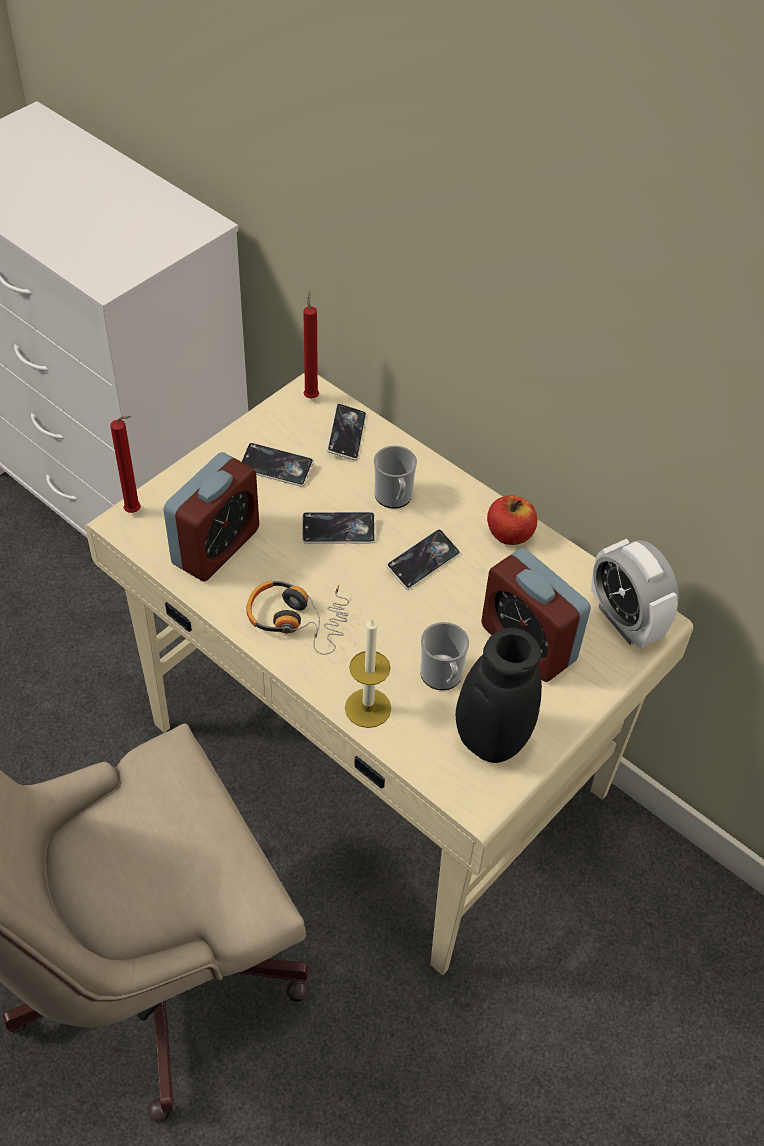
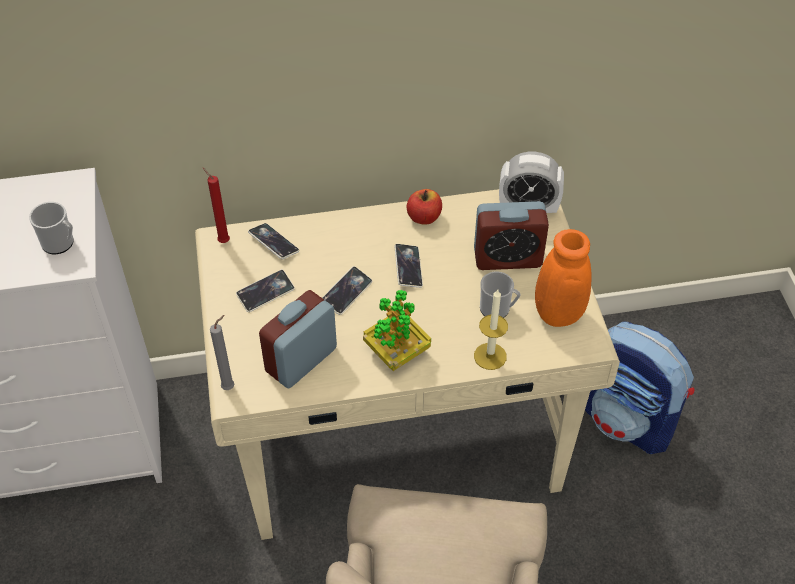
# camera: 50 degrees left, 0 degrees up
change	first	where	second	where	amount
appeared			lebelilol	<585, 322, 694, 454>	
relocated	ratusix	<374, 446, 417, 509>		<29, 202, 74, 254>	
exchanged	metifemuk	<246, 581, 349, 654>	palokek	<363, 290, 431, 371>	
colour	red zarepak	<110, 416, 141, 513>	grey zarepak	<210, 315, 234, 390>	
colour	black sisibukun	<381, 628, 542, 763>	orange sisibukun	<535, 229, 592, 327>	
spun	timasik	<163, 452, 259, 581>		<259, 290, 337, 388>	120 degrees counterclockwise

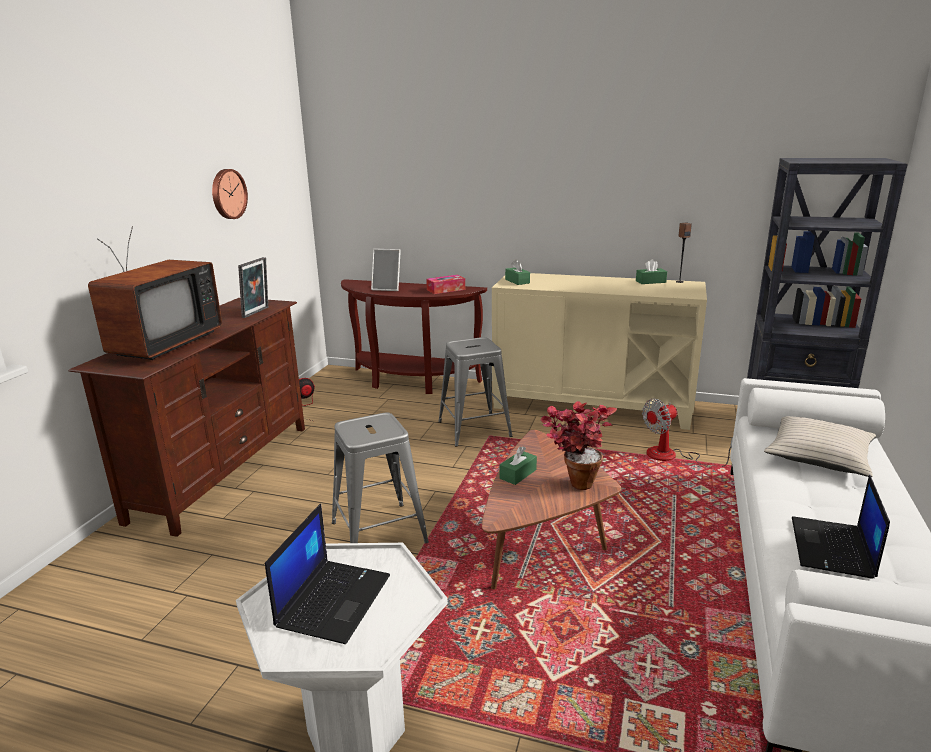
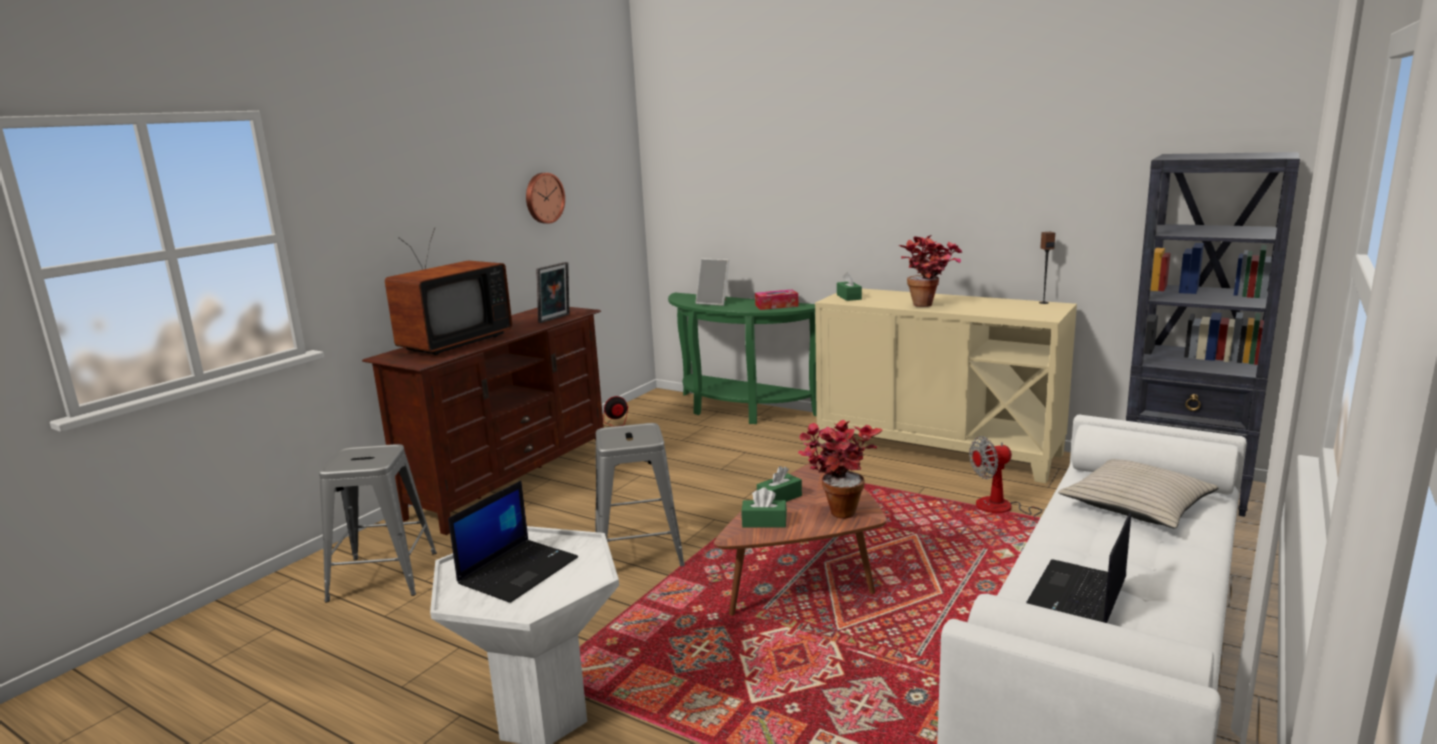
# camera: 15 degrees right, 5 degrees down
change	first	where	second	where	amount
appeared			palokek	<899, 235, 962, 307>	
relocated	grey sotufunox	<438, 337, 512, 447>		<319, 444, 437, 602>	
relocated	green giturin	<636, 259, 667, 284>		<741, 487, 787, 528>	
colour	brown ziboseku	<341, 279, 487, 394>	green ziboseku	<668, 293, 817, 424>	

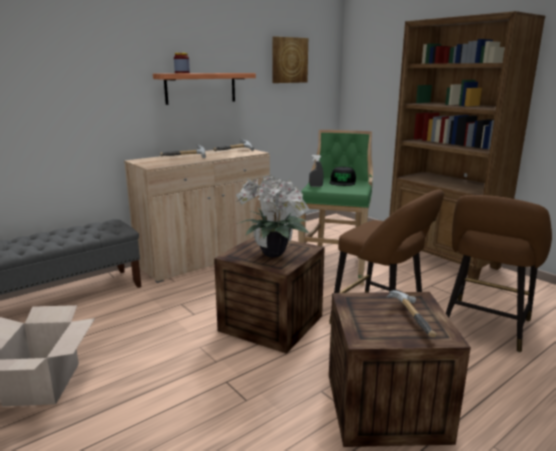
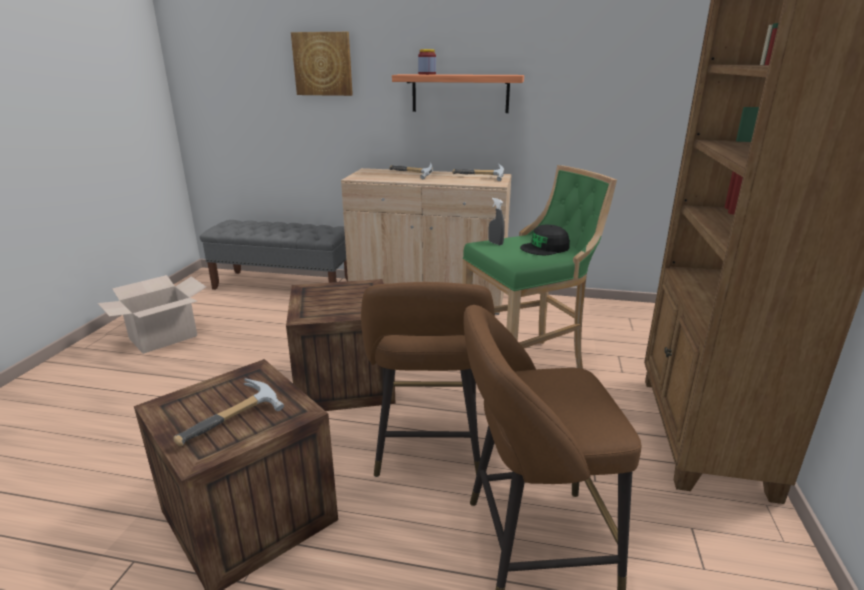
# camera: 50 degrees right, 5 degrees up
change	first	where	second	where	amount
missing	palokek	<236, 175, 310, 258>			
relocated	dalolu	<272, 36, 308, 83>		<291, 32, 353, 96>	

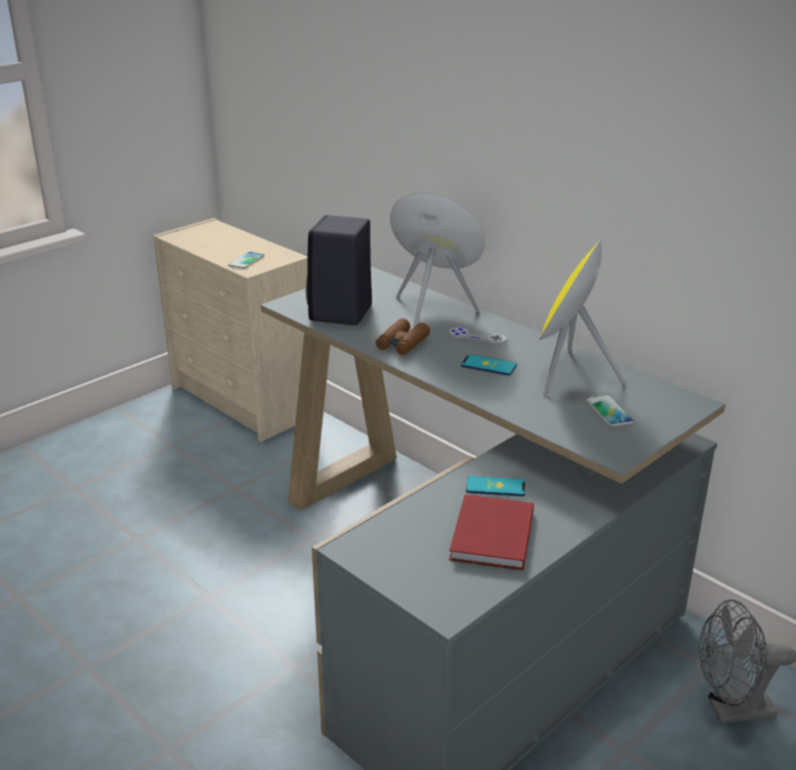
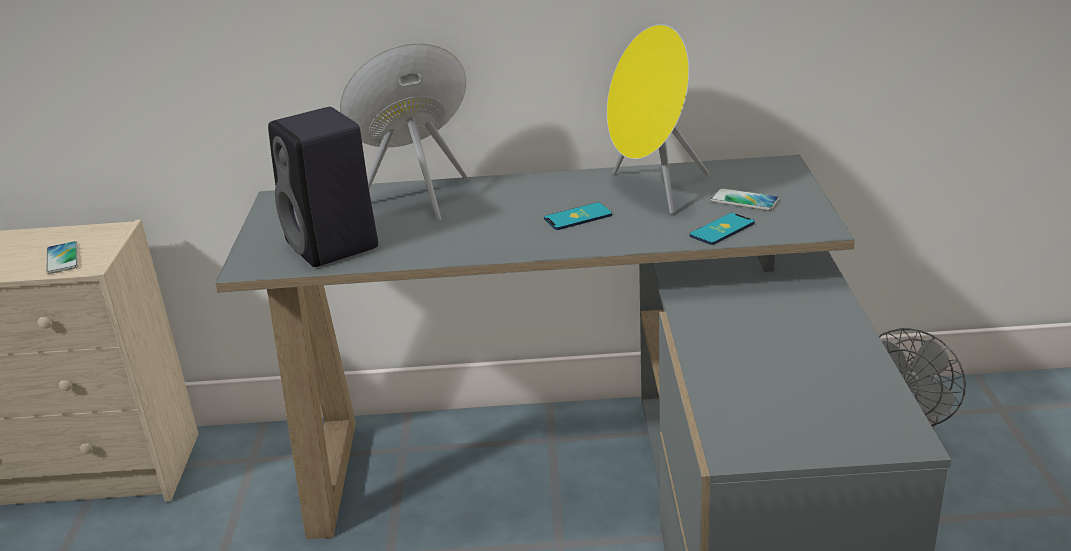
# camera: 45 degrees left, 0 degrees up
change	first	where	second	where	amount
missing	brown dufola	<376, 318, 430, 355>			
missing	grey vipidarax	<449, 327, 507, 345>			
missing	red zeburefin	<449, 495, 534, 570>			
relocated	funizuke	<466, 476, 525, 496>		<689, 213, 755, 245>	

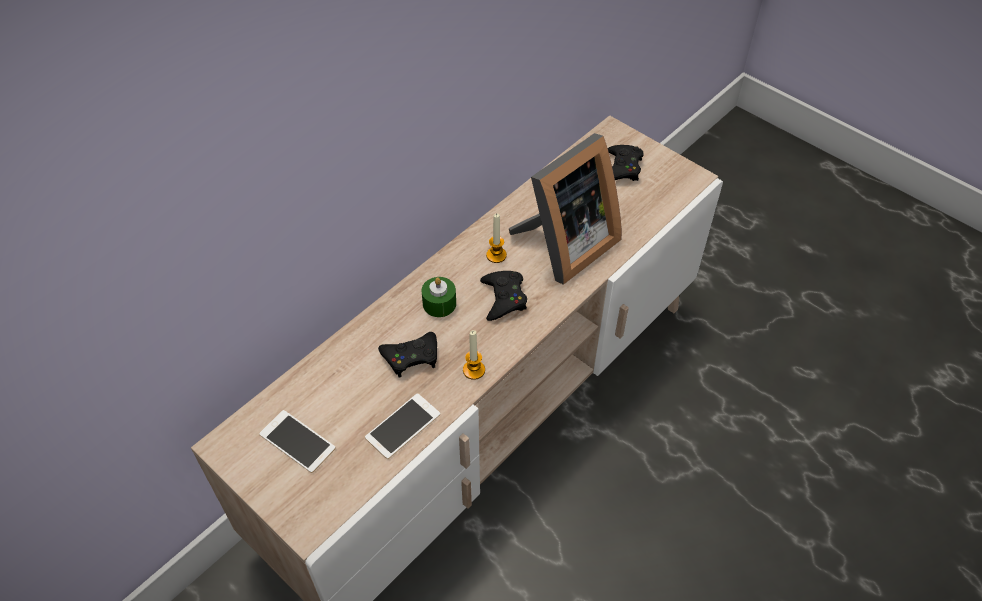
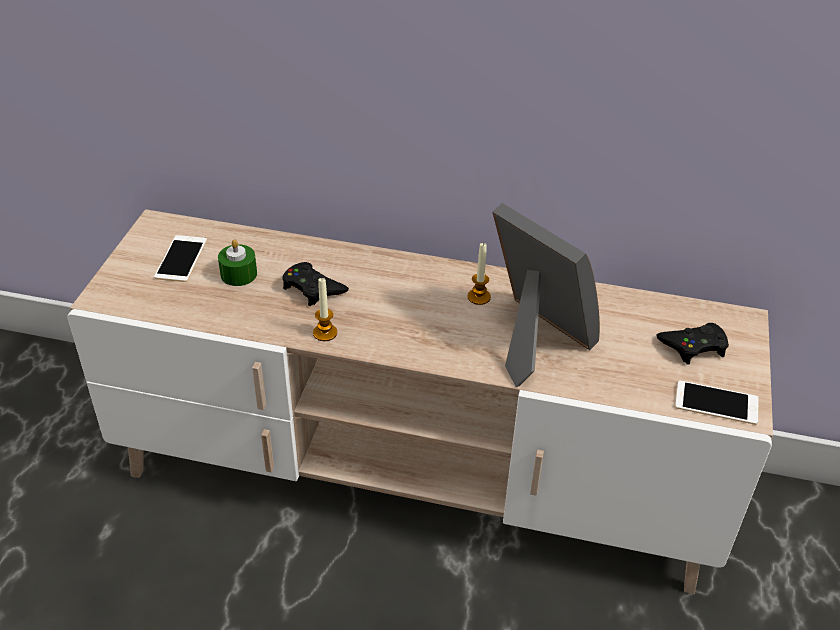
# camera: 60 degrees right, 10 degrees down
change	first	where	second	where	amount
missing	black vipidarax	<480, 271, 527, 321>			
relocated	funizuke	<365, 393, 440, 459>		<675, 380, 759, 425>	
relocated	green zarepak	<421, 277, 456, 317>		<218, 239, 257, 286>	
spun	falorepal	<509, 133, 622, 285>		<492, 203, 600, 387>	150 degrees counterclockwise

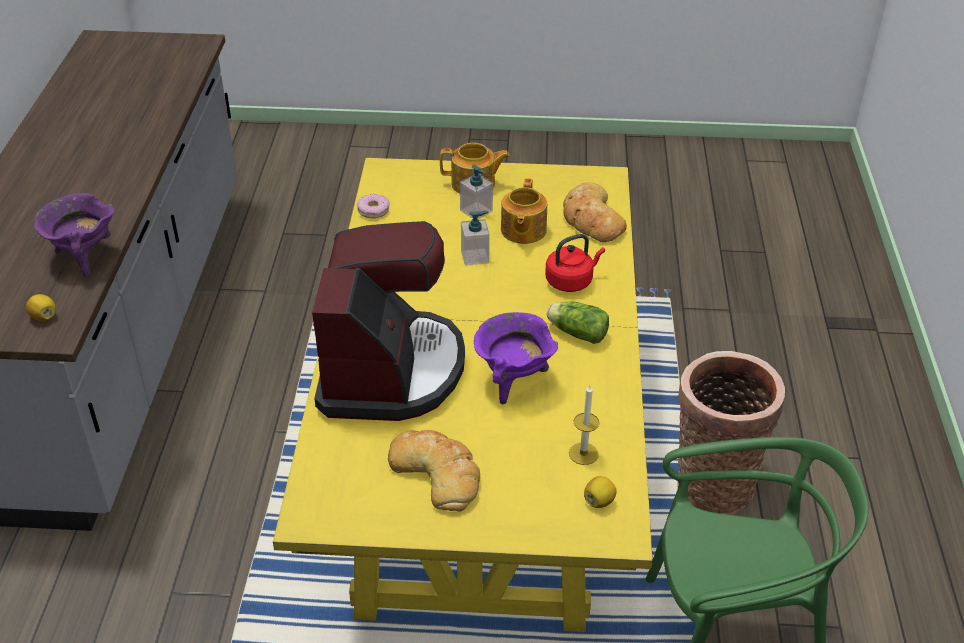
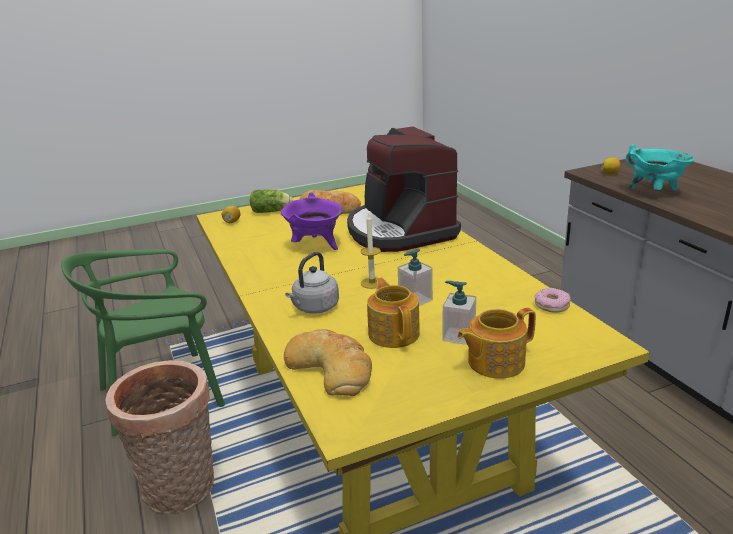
# camera: 155 degrees right, 15 degrees down
change	first	where	second	where	amount
relocated	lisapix	<547, 301, 609, 344>		<250, 190, 293, 213>	
relocated	zarepak	<569, 385, 599, 465>		<361, 214, 381, 289>	
colour	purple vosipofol	<34, 193, 115, 277>	turquoise vosipofol	<626, 144, 695, 191>	
colour	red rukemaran	<545, 234, 605, 292>	grey rukemaran	<285, 252, 339, 314>	

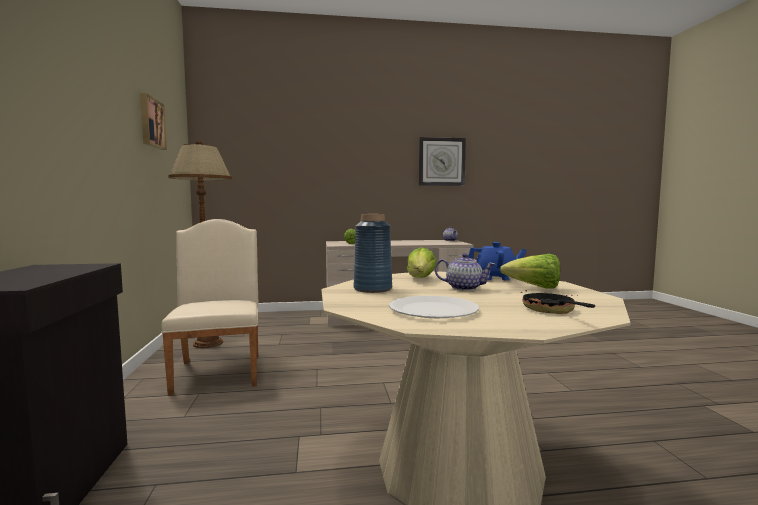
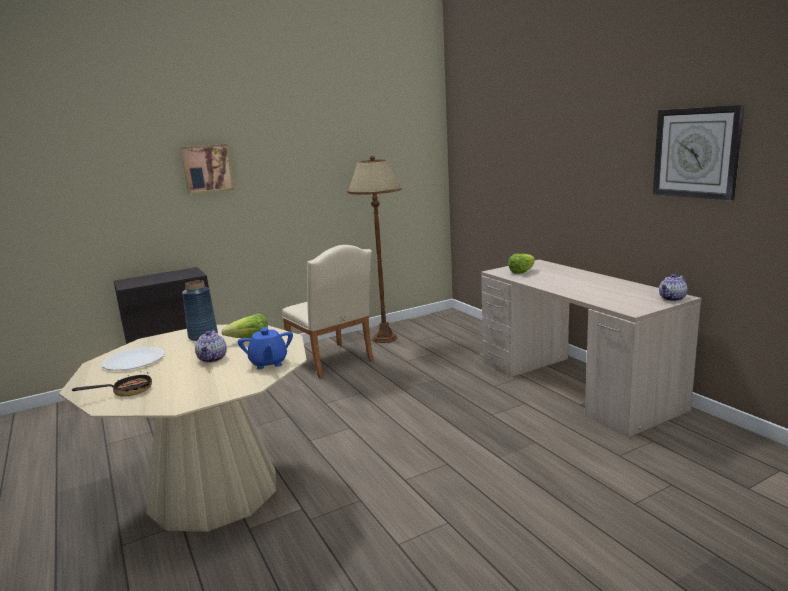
# camera: 70 degrees right, 10 degrees up
change	first	where	second	where	amount
missing	lisapix	<500, 254, 560, 289>			
relocated	dalolu	<140, 93, 167, 150>		<180, 144, 234, 194>	
spun	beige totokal	<161, 219, 258, 396>		<282, 245, 374, 379>	90 degrees clockwise

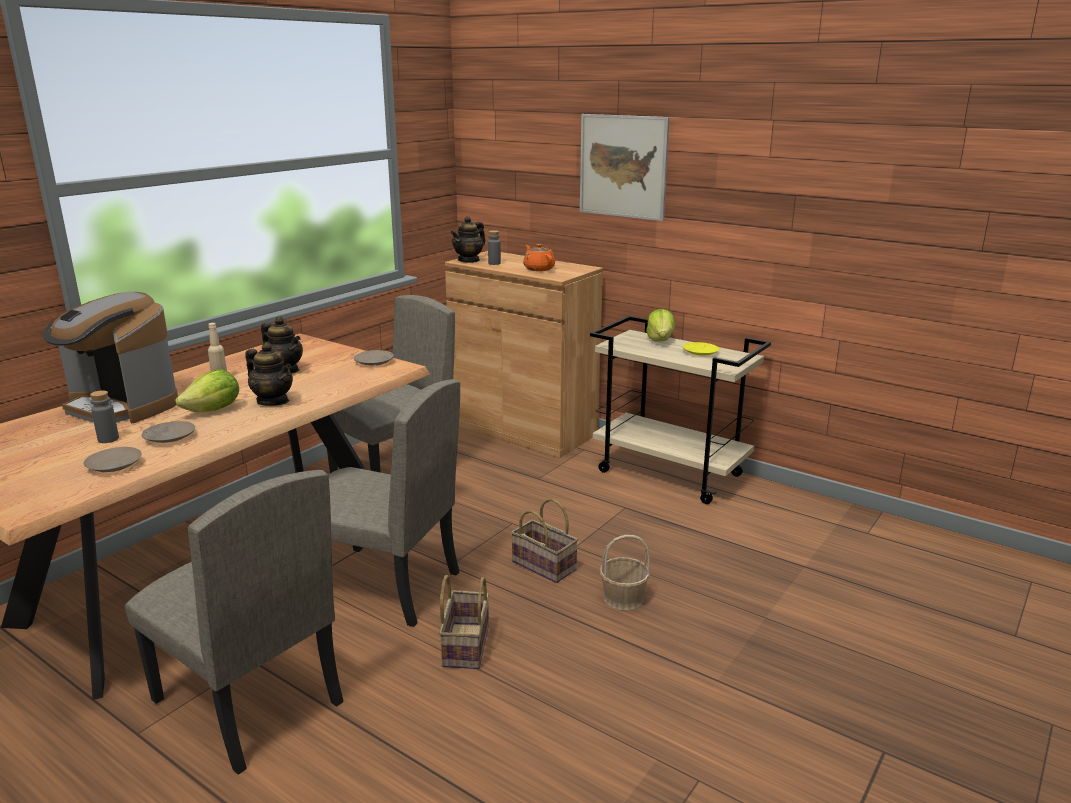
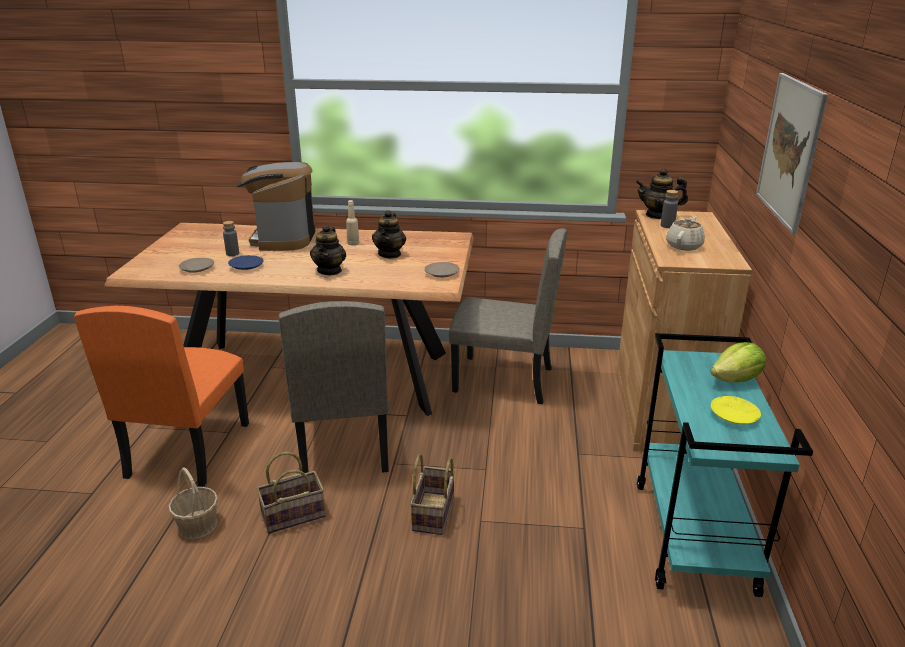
# camera: 60 degrees right, 5 degrees up
change	first	where	second	where	amount
missing	lisapix	<175, 370, 239, 412>			
relocated	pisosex	<600, 535, 650, 610>		<168, 467, 218, 539>	
colour	beige totokal	<125, 470, 344, 775>	orange totokal	<74, 306, 249, 487>	
colour	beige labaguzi	<142, 421, 195, 443>	blue labaguzi	<228, 255, 264, 270>	
colour	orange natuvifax	<523, 244, 555, 271>	beige natuvifax	<666, 216, 705, 250>	
colour	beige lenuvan	<590, 316, 771, 504>	turquoise lenuvan	<637, 333, 813, 597>	

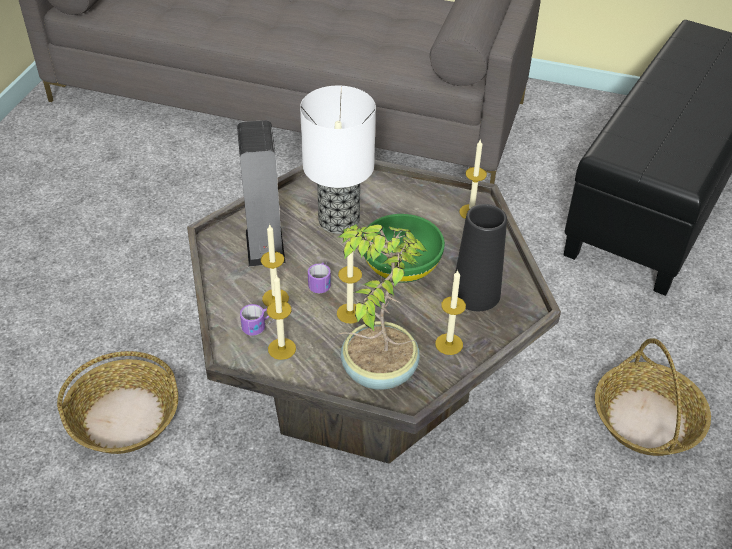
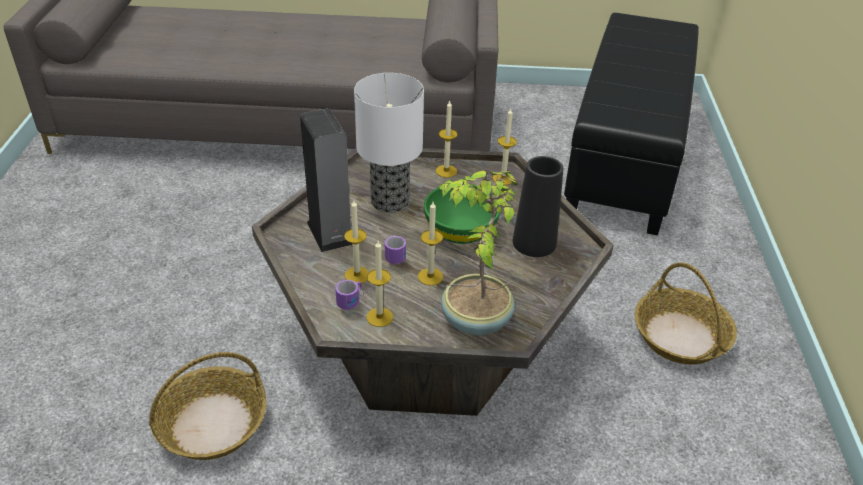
# camera: 15 degrees left, 5 degrees down
change	first	where	second	where	amount
relocated	zarepak	<435, 270, 466, 355>		<436, 100, 458, 178>	

